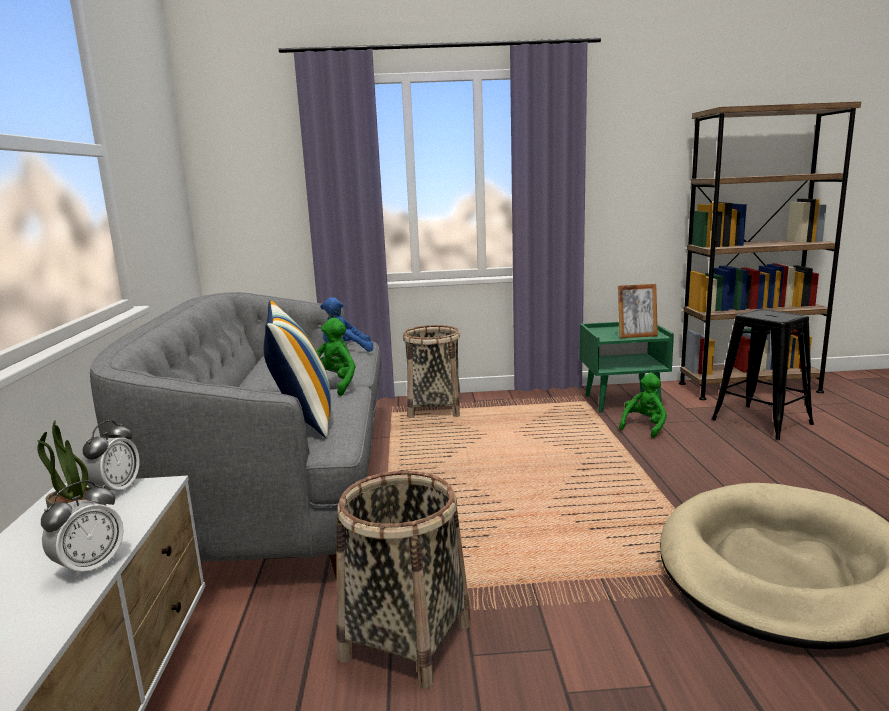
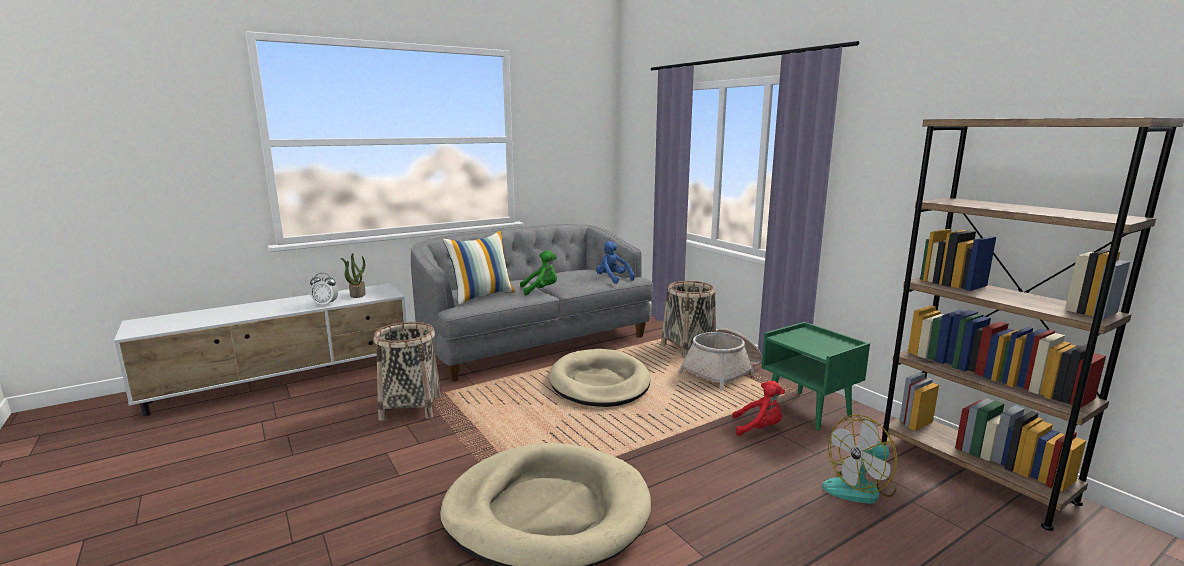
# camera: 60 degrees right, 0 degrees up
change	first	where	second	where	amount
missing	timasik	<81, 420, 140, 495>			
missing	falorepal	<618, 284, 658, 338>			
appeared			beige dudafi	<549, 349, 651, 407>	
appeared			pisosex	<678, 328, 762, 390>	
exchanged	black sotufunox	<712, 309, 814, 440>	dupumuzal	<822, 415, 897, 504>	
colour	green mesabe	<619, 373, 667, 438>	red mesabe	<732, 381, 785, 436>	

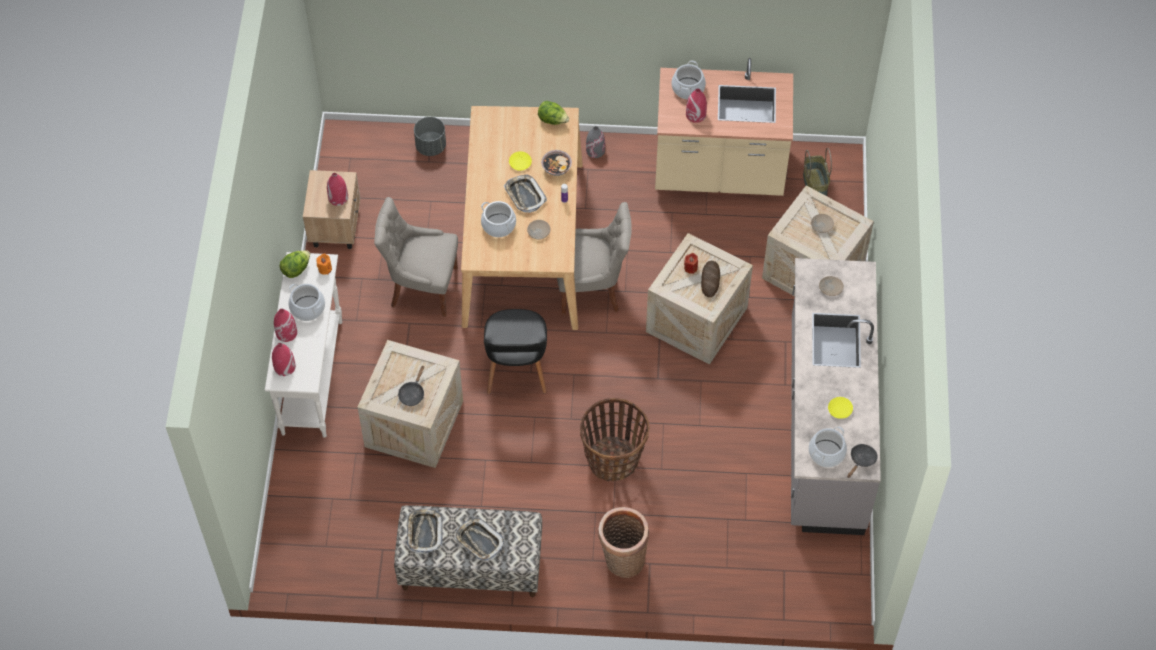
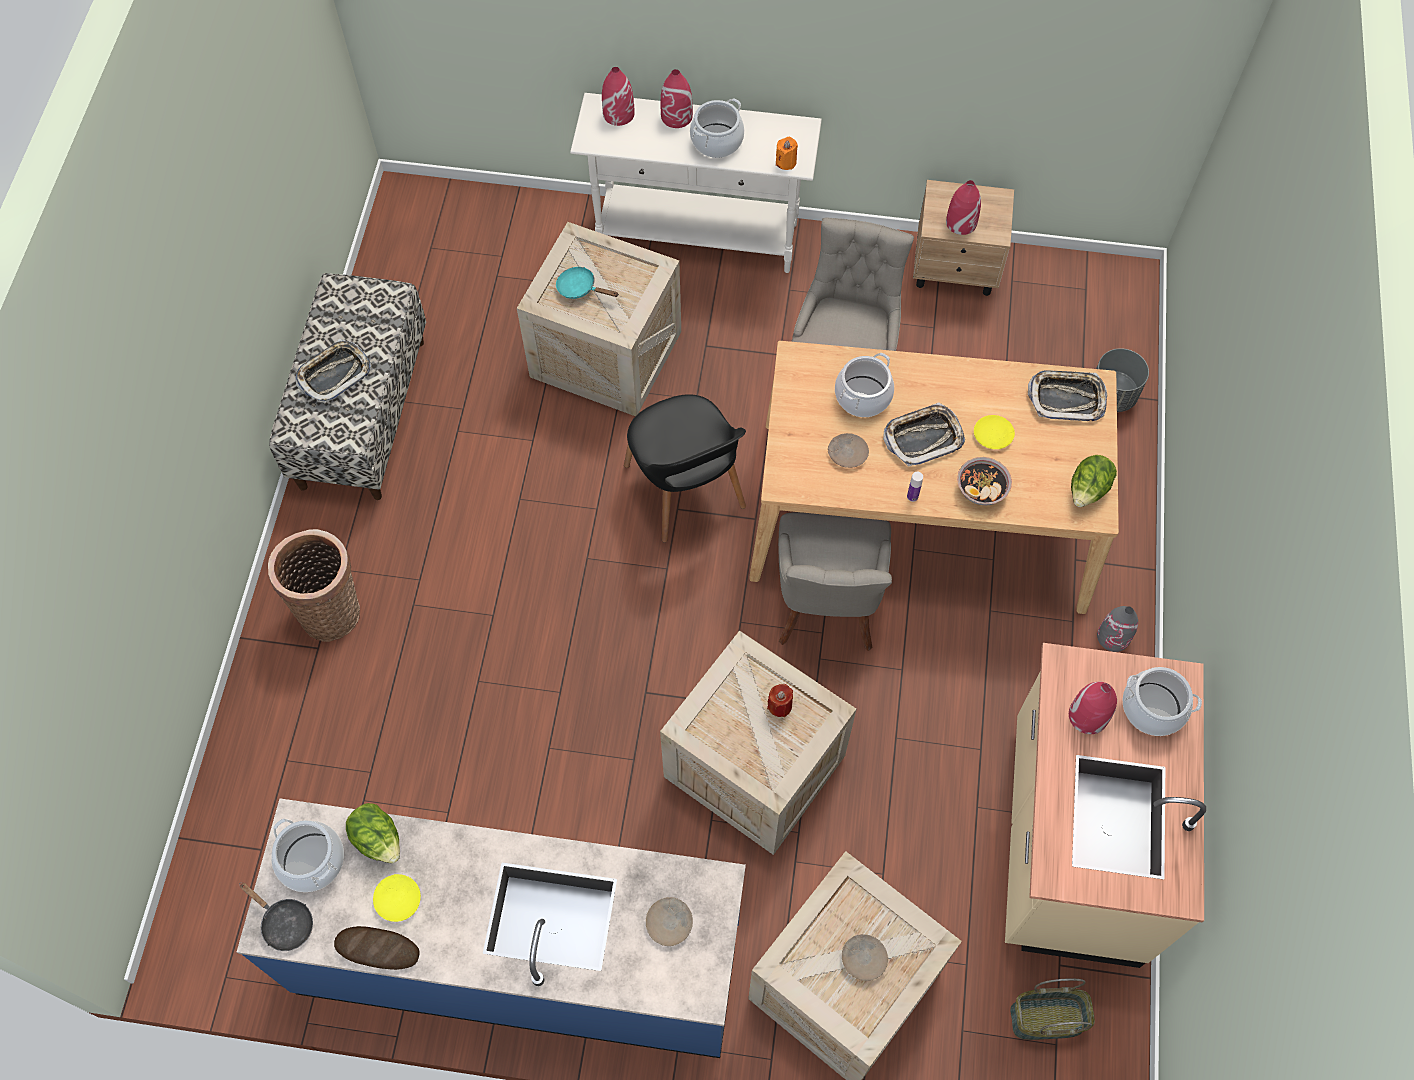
# camera: 95 degrees right, 5 degrees up
change	first	where	second	where	amount
missing	pisosex	<580, 398, 649, 481>			
relocated	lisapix	<279, 250, 310, 278>		<346, 803, 400, 863>	
relocated	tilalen	<407, 508, 443, 554>		<1028, 370, 1107, 421>	
relocated	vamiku	<701, 261, 720, 297>		<334, 926, 419, 970>	
colour	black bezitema	<398, 366, 424, 406>	turquoise bezitema	<556, 267, 619, 299>	
colour	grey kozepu	<791, 258, 881, 535>	blue kozepu	<237, 798, 746, 1058>	
spun	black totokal	<484, 309, 547, 394>		<624, 394, 746, 543>	120 degrees counterclockwise

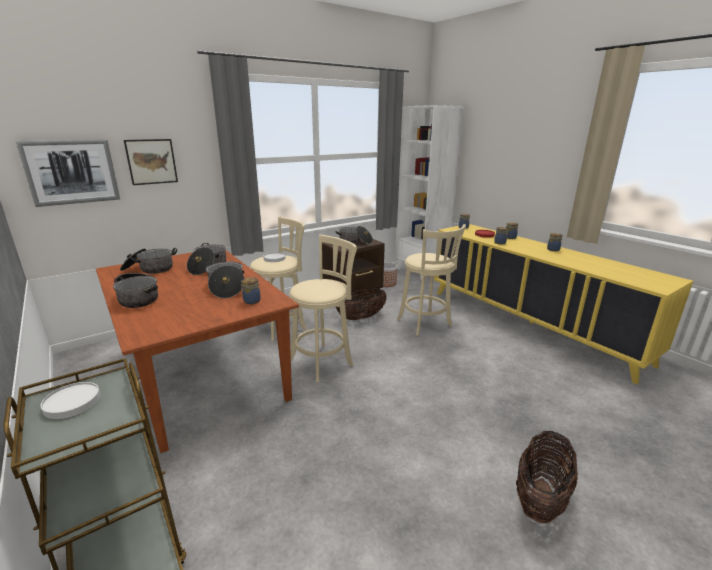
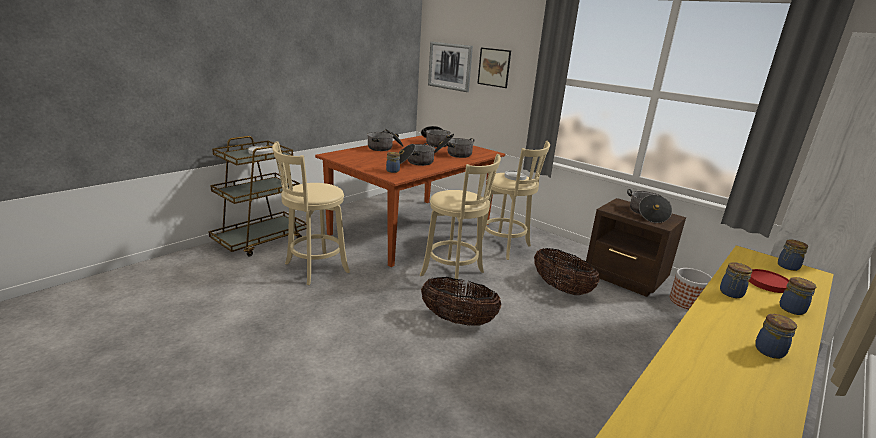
# camera: 75 degrees right, 0 degrees up
change	first	where	second	where	amount
relocated	beige sotufunox	<397, 224, 466, 336>		<272, 141, 350, 285>	
relocated	pisosex	<516, 430, 578, 524>		<421, 277, 501, 326>	

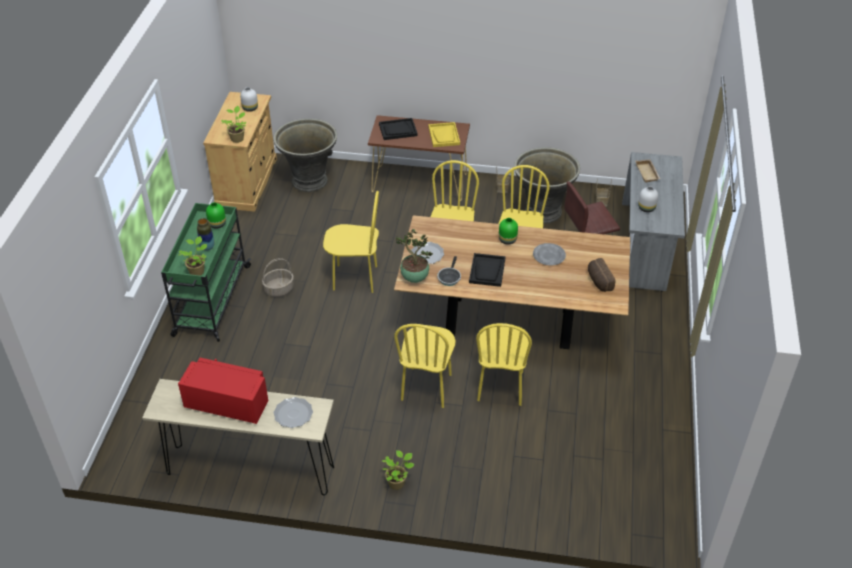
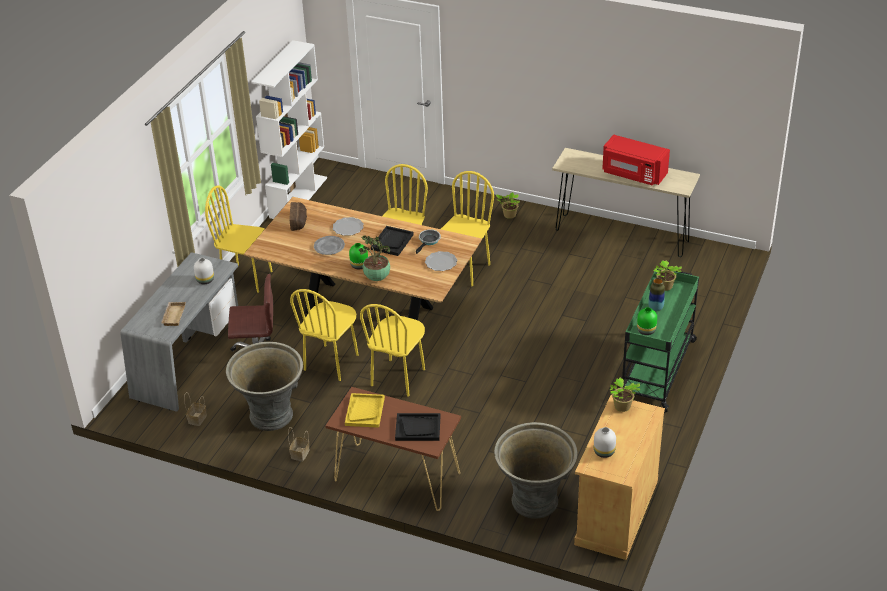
# camera: 165 degrees left, 5 degrees down
change	first	where	second	where	amount
missing	pisosex	<262, 258, 294, 297>			
appeared			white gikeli	<251, 40, 327, 219>	
relocated	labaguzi	<274, 397, 313, 428>		<333, 217, 364, 236>	
relocated	yellow totokal	<323, 191, 379, 293>		<205, 185, 273, 293>	
relocated	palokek	<395, 229, 433, 283>		<359, 236, 390, 281>	

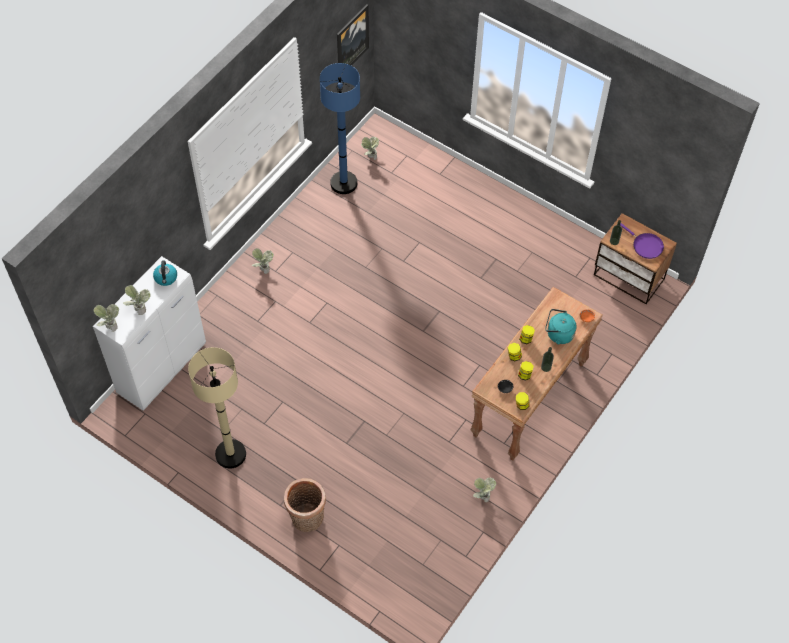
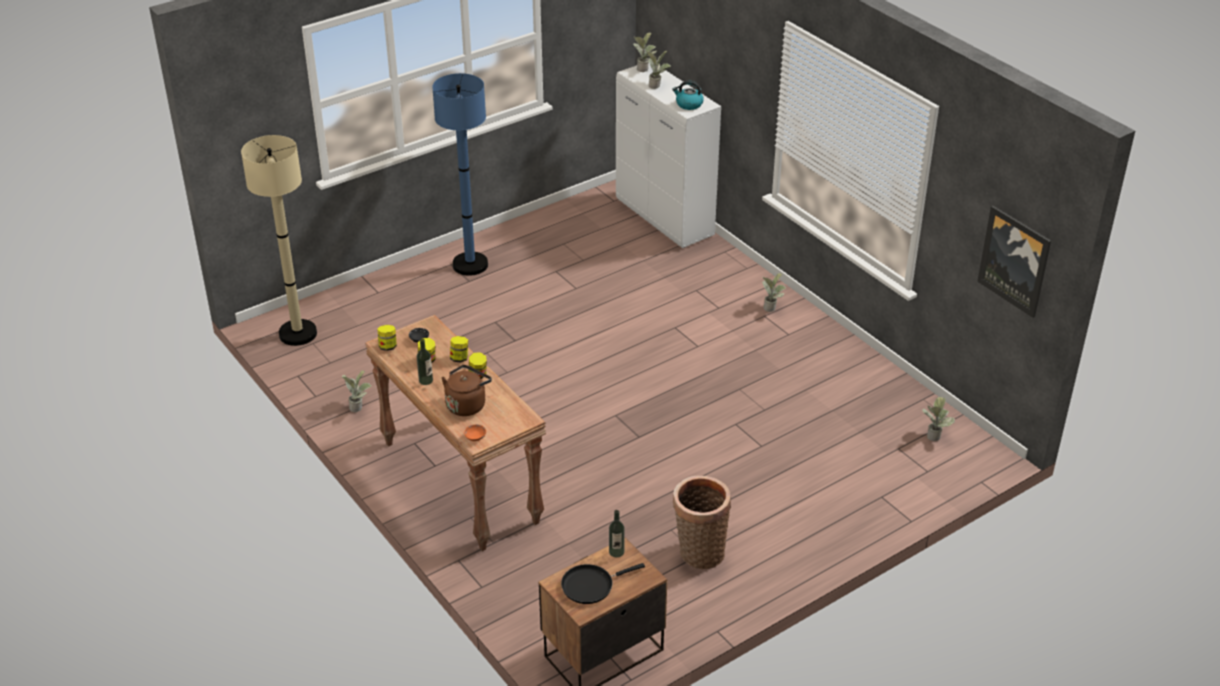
# camera: 110 degrees right, 20 degrees down
change	first	where	second	where	amount
relocated	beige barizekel	<188, 347, 246, 469>		<241, 135, 317, 346>	
relocated	pisosex	<284, 478, 326, 532>		<673, 475, 731, 569>	
relocated	blue barizekel	<320, 63, 360, 194>		<432, 73, 488, 276>	
colour	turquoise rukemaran	<545, 309, 577, 344>	brown rukemaran	<441, 365, 492, 416>	
colour	purple bezitema	<620, 223, 664, 259>	black bezitema	<561, 563, 645, 604>	

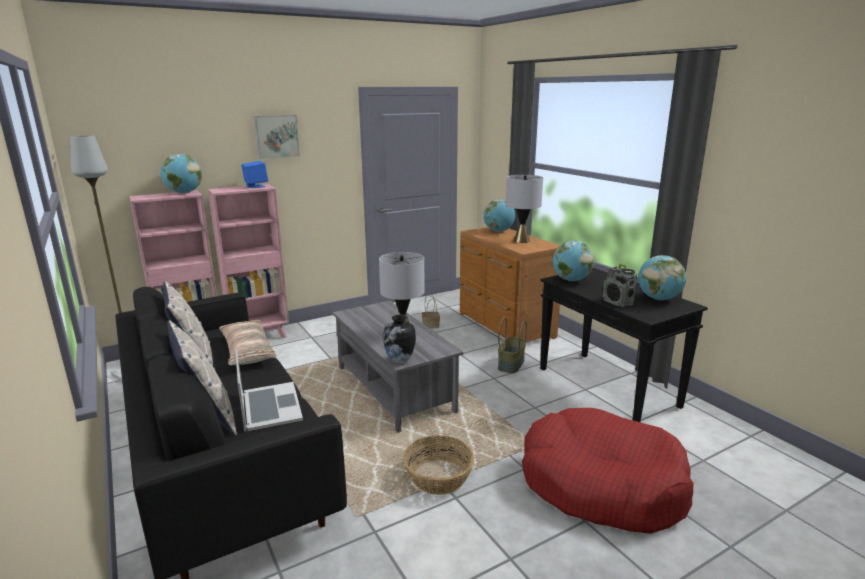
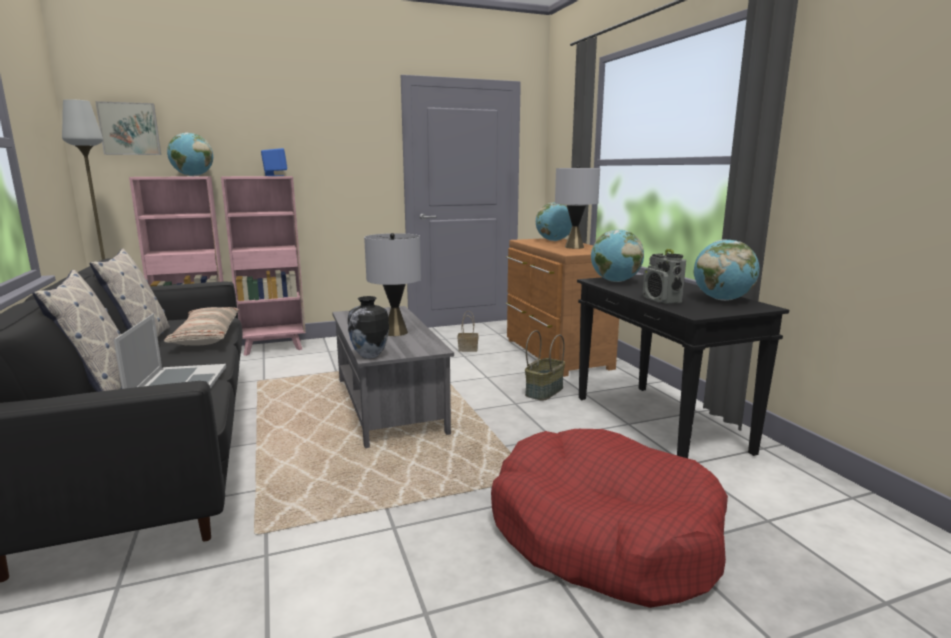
# camera: 10 degrees right, 5 degrees down
change	first	where	second	where	amount
missing	pisosex	<403, 435, 474, 495>			
relocated	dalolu	<254, 115, 300, 159>		<95, 101, 161, 155>	

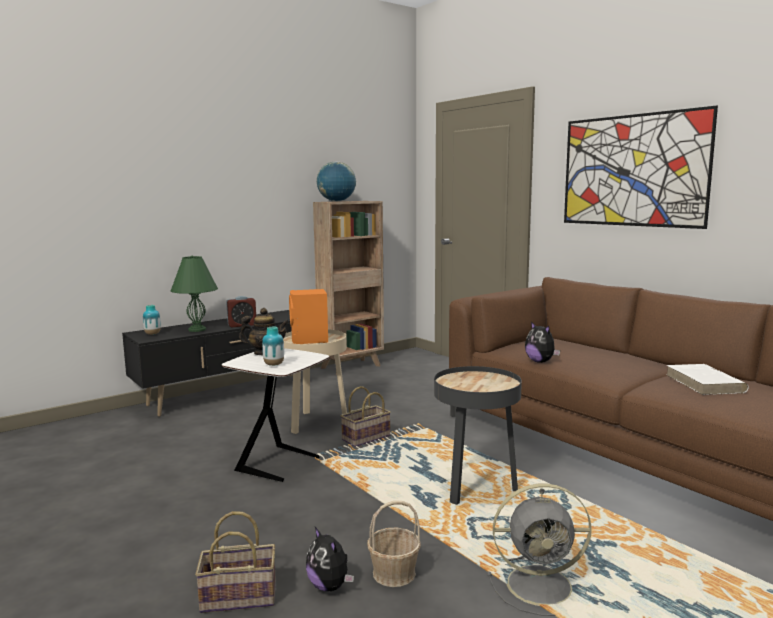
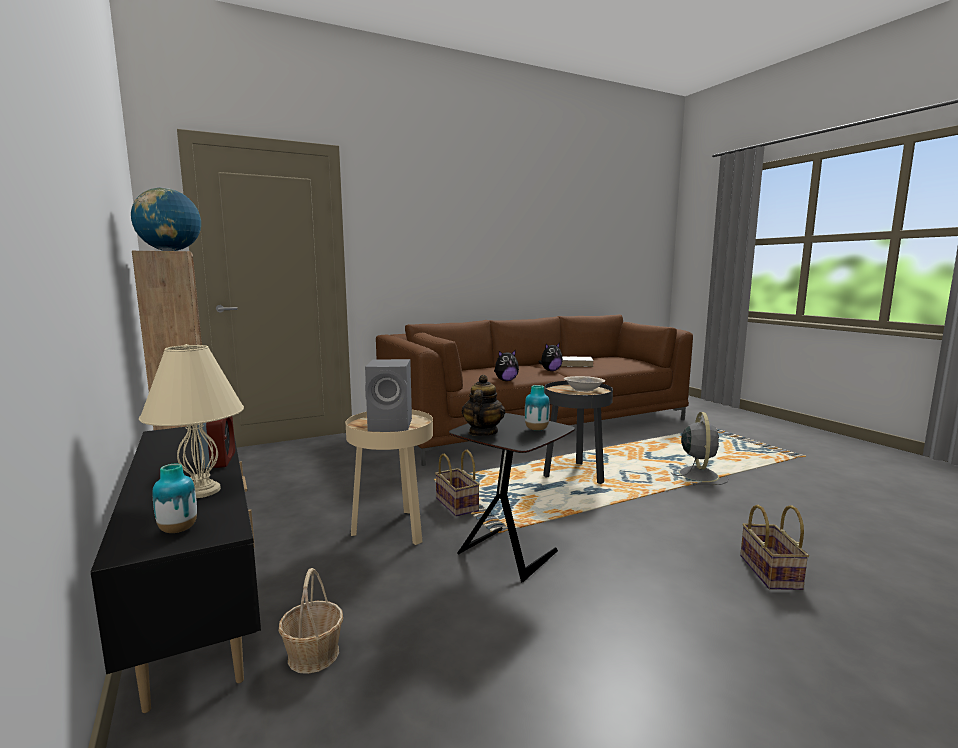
# camera: 80 degrees left, 0 degrees up
change	first	where	second	where	amount
missing	dalolu	<564, 106, 718, 229>			
appeared			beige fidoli	<564, 376, 605, 392>	
relocated	mesabe	<306, 527, 354, 591>		<538, 342, 563, 371>	
relocated	pisosex	<367, 501, 421, 587>		<279, 568, 343, 674>	
colour	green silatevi	<170, 256, 218, 332>	beige silatevi	<139, 344, 244, 498>	
colour	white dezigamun	<222, 348, 329, 482>	black dezigamun	<449, 413, 575, 582>	
colour	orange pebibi	<289, 289, 328, 344>	grey pebibi	<365, 359, 412, 432>	

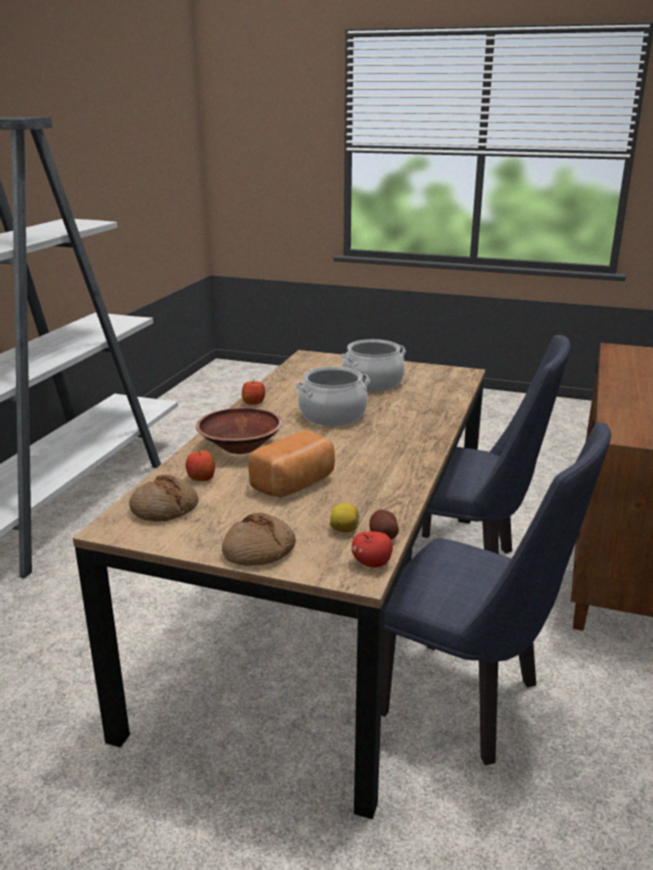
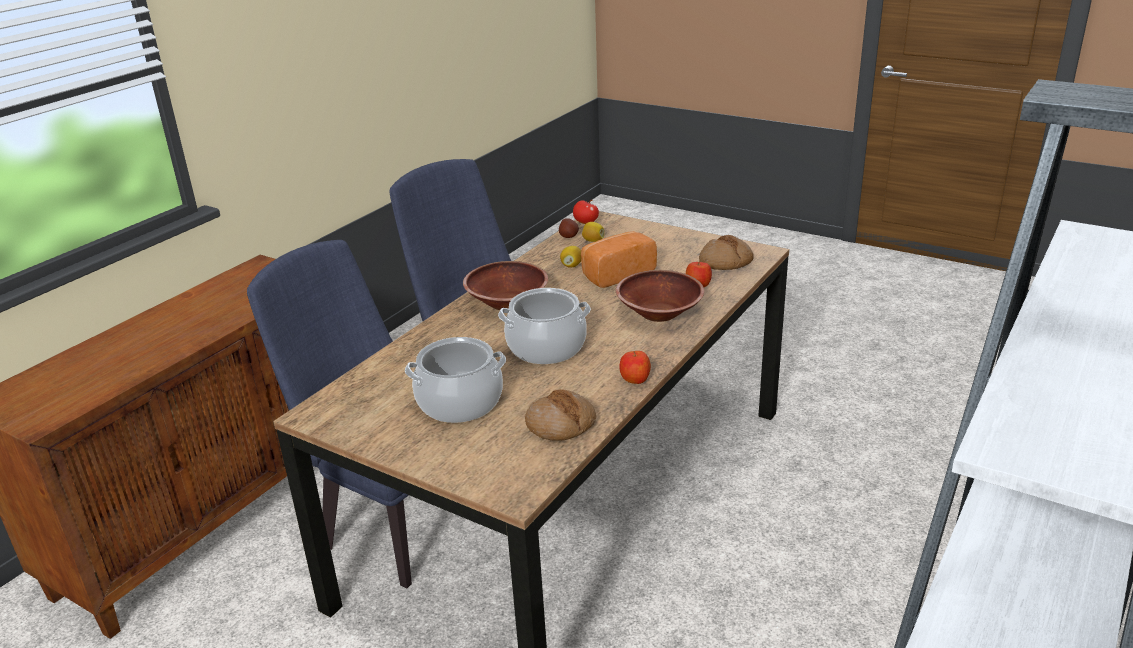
# camera: 165 degrees left, 5 degrees up
change	first	where	second	where	amount
appeared			brown fidoli	<463, 261, 548, 310>	
appeared			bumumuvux	<560, 246, 581, 268>	
relocated	vamiku	<222, 513, 296, 566>		<525, 389, 596, 441>	

